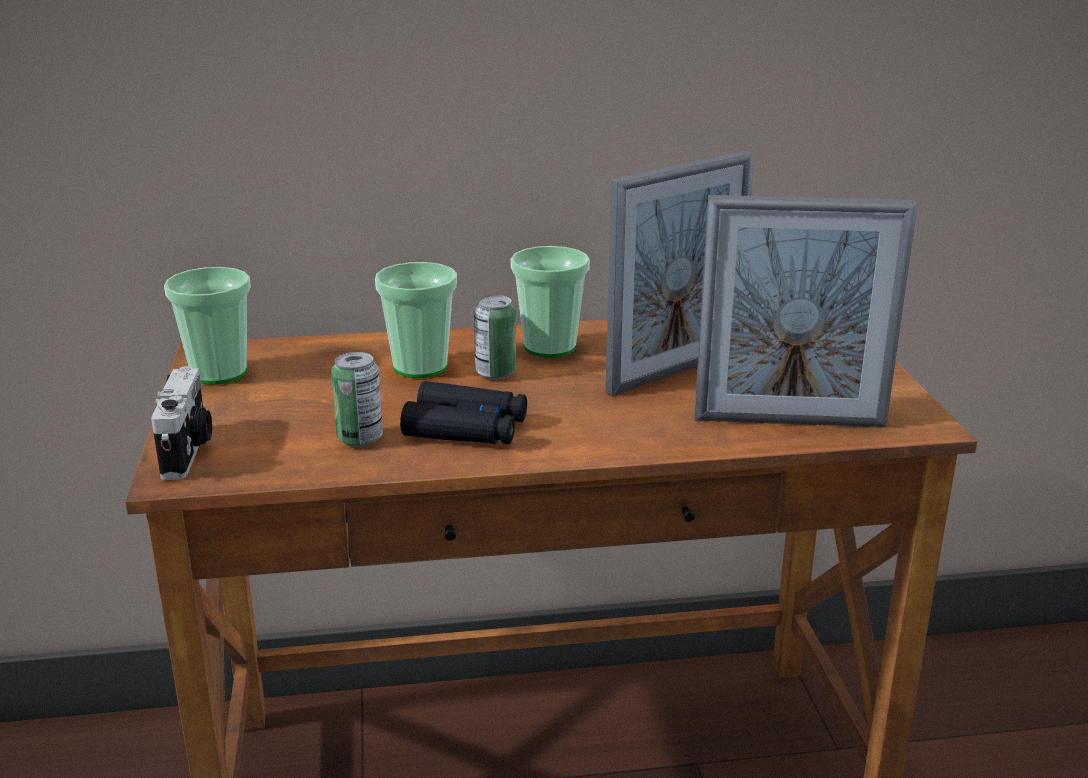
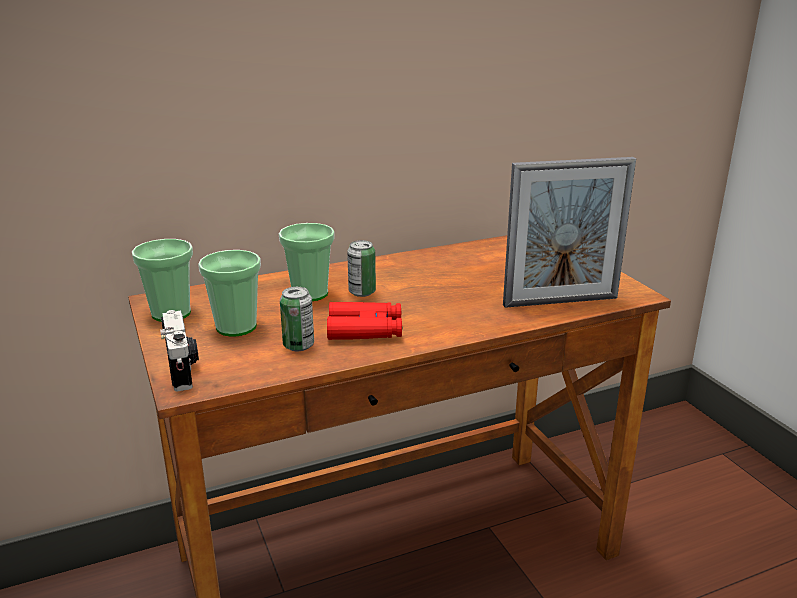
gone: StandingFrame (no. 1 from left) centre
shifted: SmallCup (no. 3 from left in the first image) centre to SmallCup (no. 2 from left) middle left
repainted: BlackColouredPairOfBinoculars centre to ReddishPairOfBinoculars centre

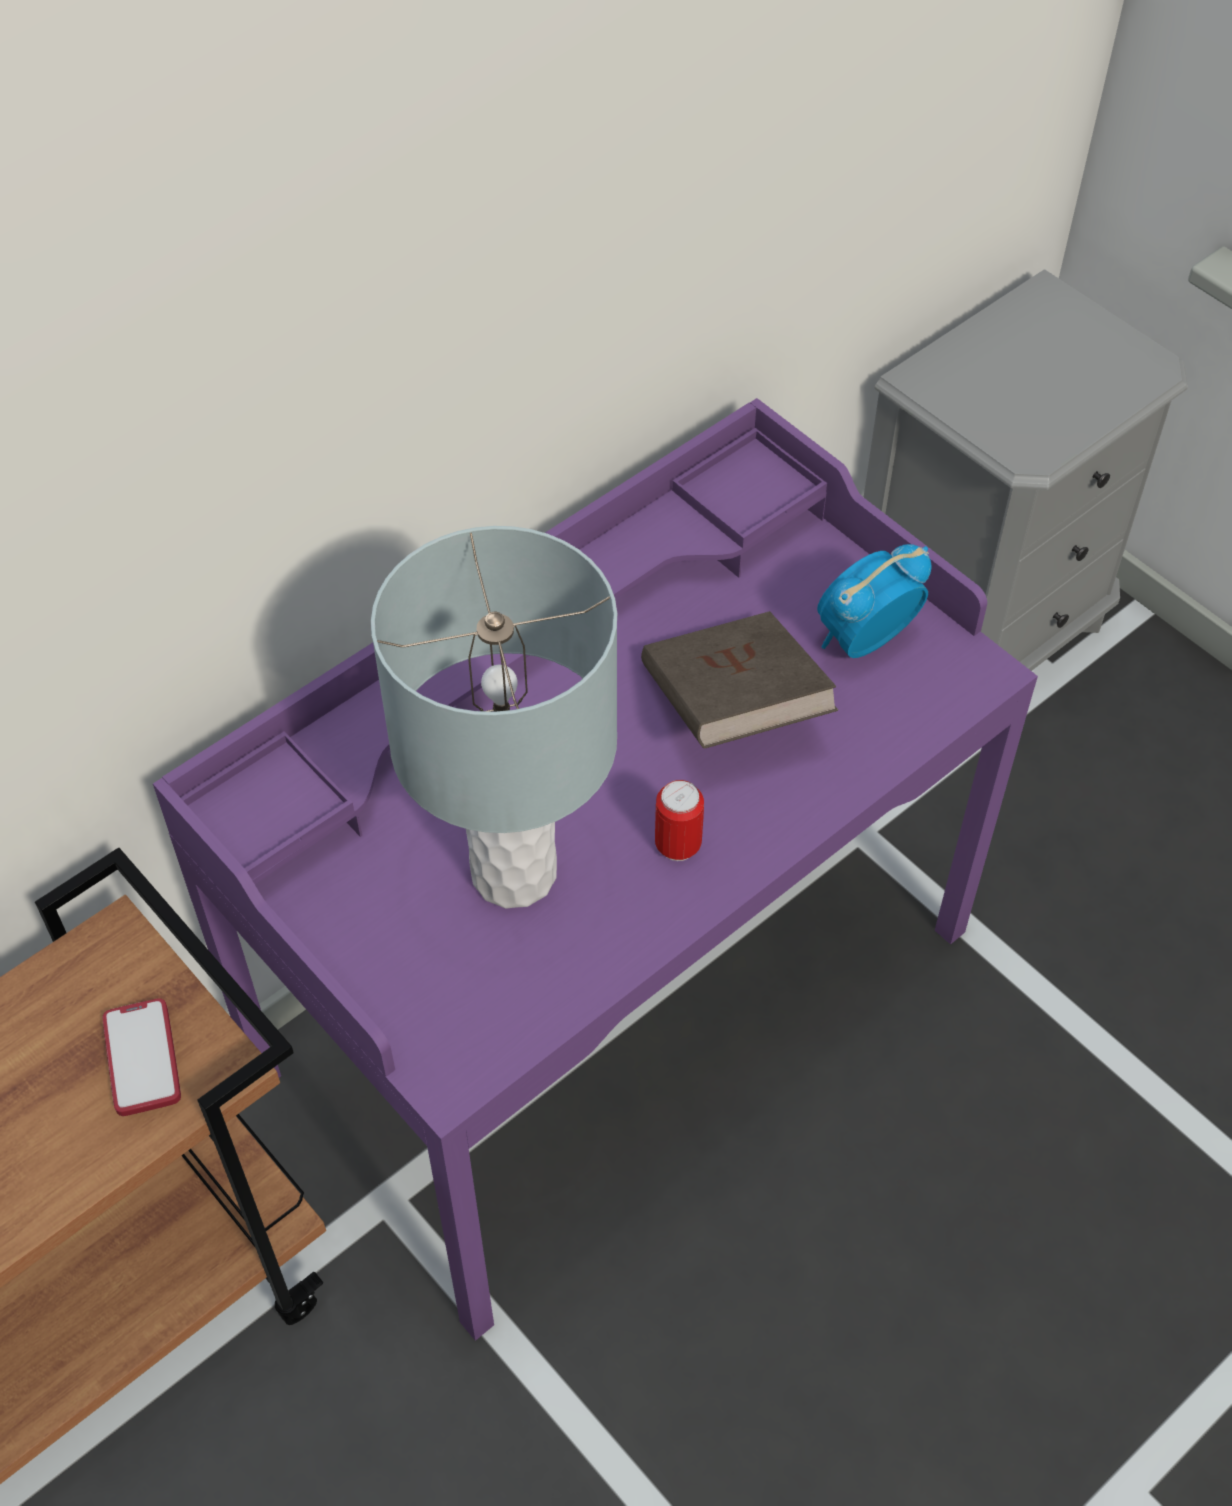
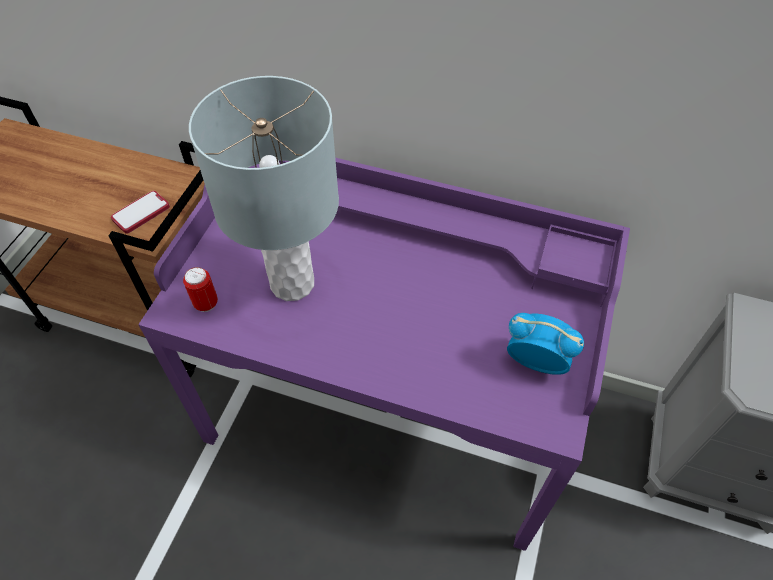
gone: BrownishBoundBook centre
shifted: MetalCan centre to middle left

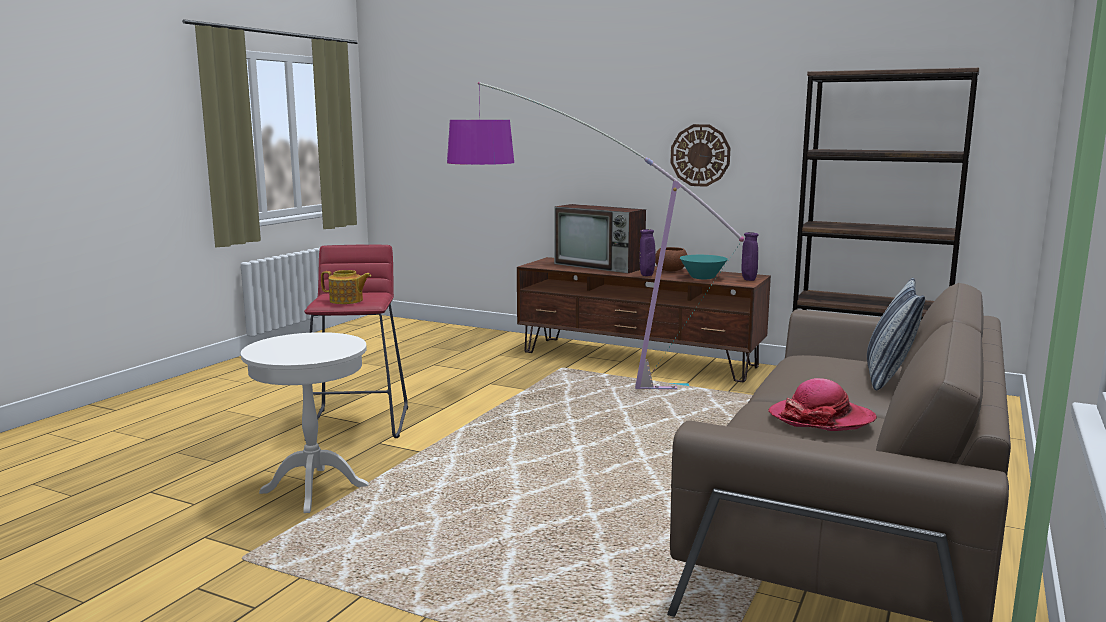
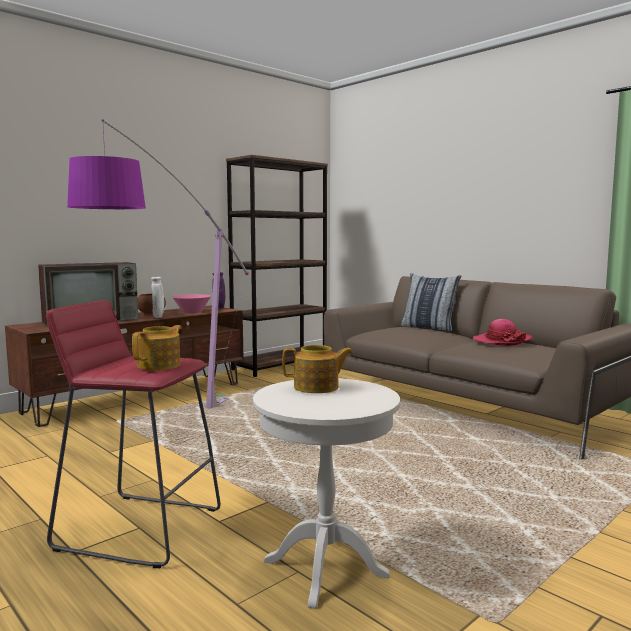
gone: WallClock top centre
new: PotForTea (no. 2 from left) centre
repainted: PurpleColouredDecorativeVase (no. 1 from left) centre to WhiteColouredDecorativeVase middle left; BlueGreenServingBowl centre to PinkServingBowl middle left

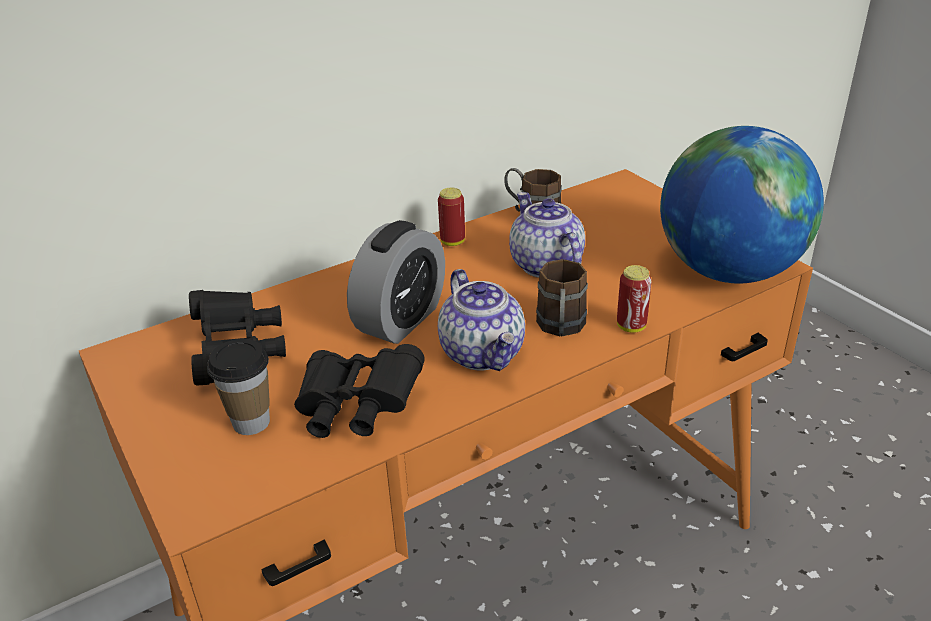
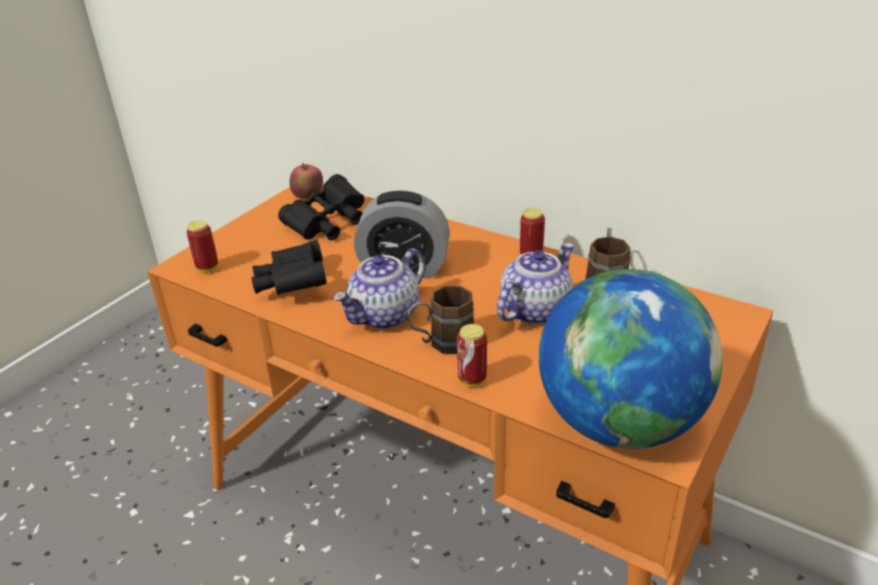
gone: SmallCup middle left
new: MetalCan (no. 1 from left) middle left; WholeApple top centre

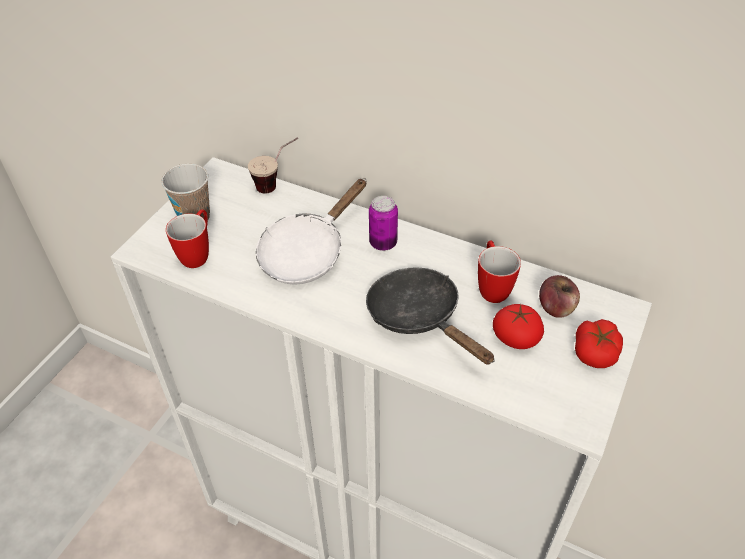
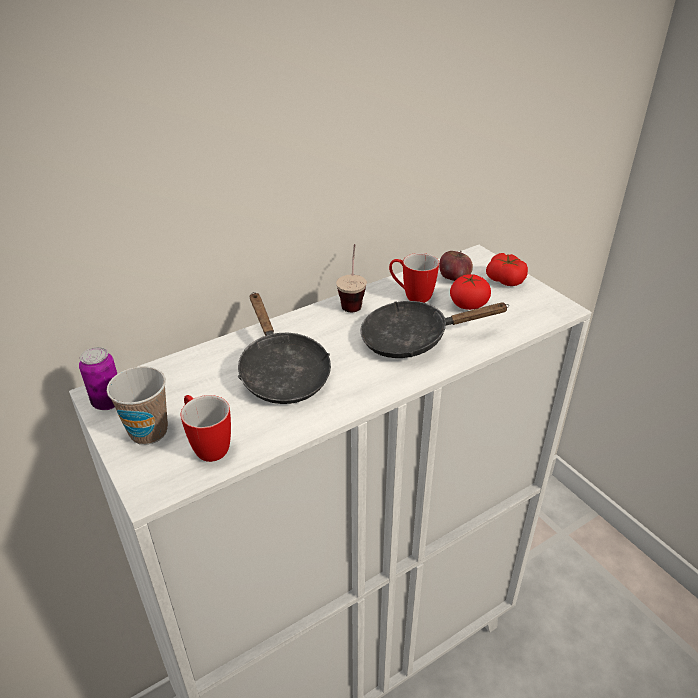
shifted: SmallCup (no. 2 from left) top centre to centre; MetalCan centre to middle left
repainted: WhiteColouredFryingPan centre to BlackColouredFryingPan (no. 1 from left) centre

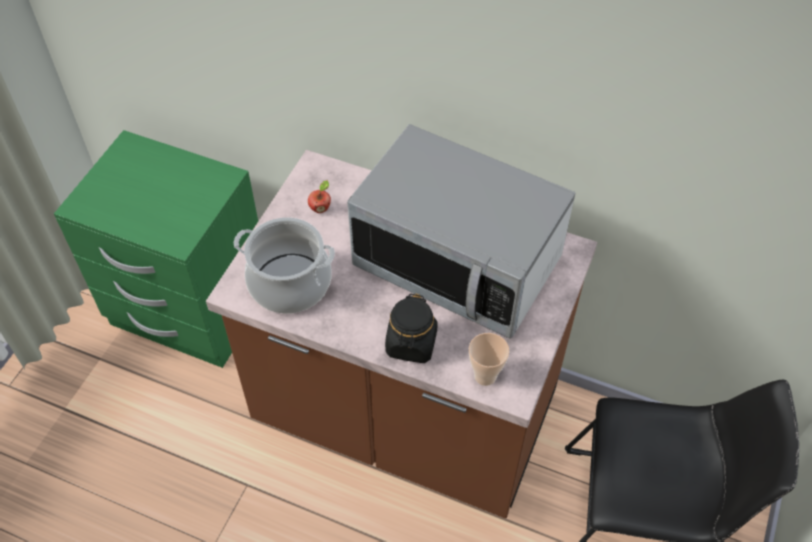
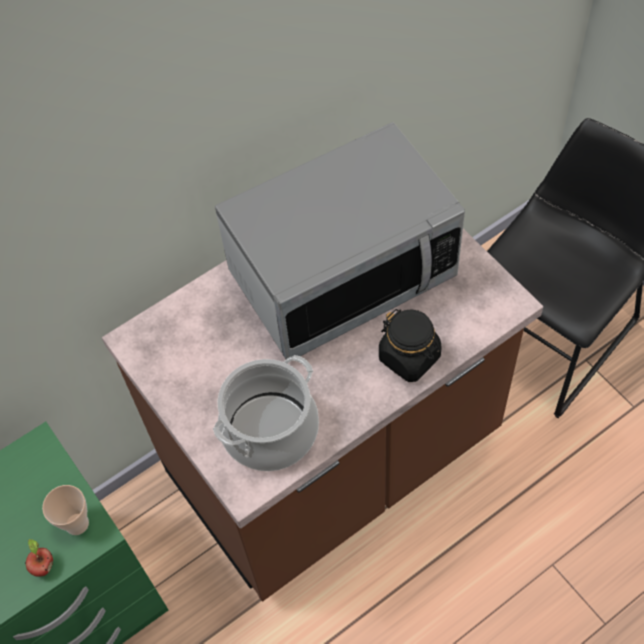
shifted: WholeApple centre to bottom left; SmallCup centre to bottom left

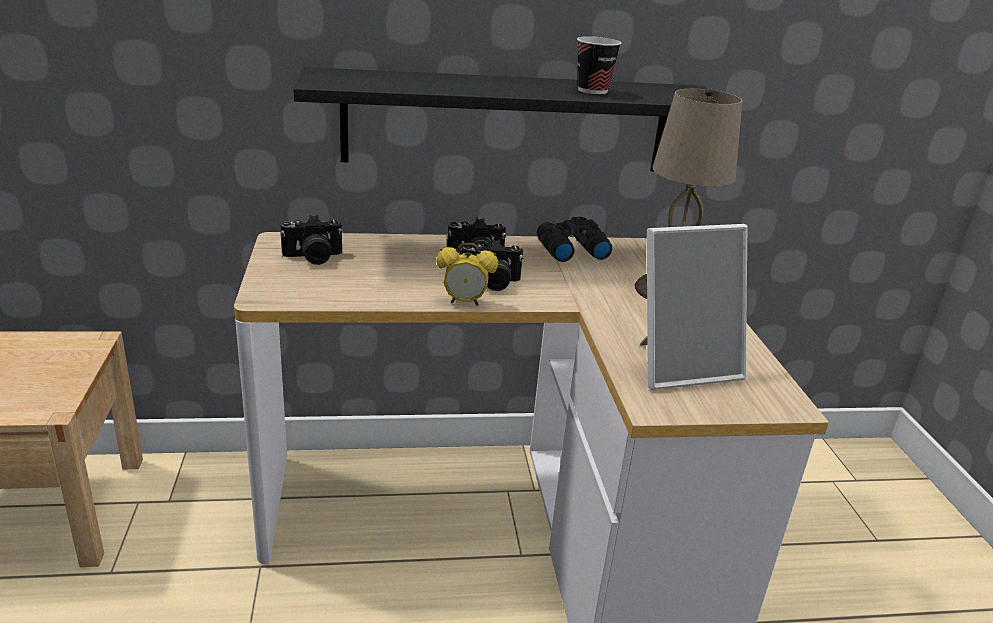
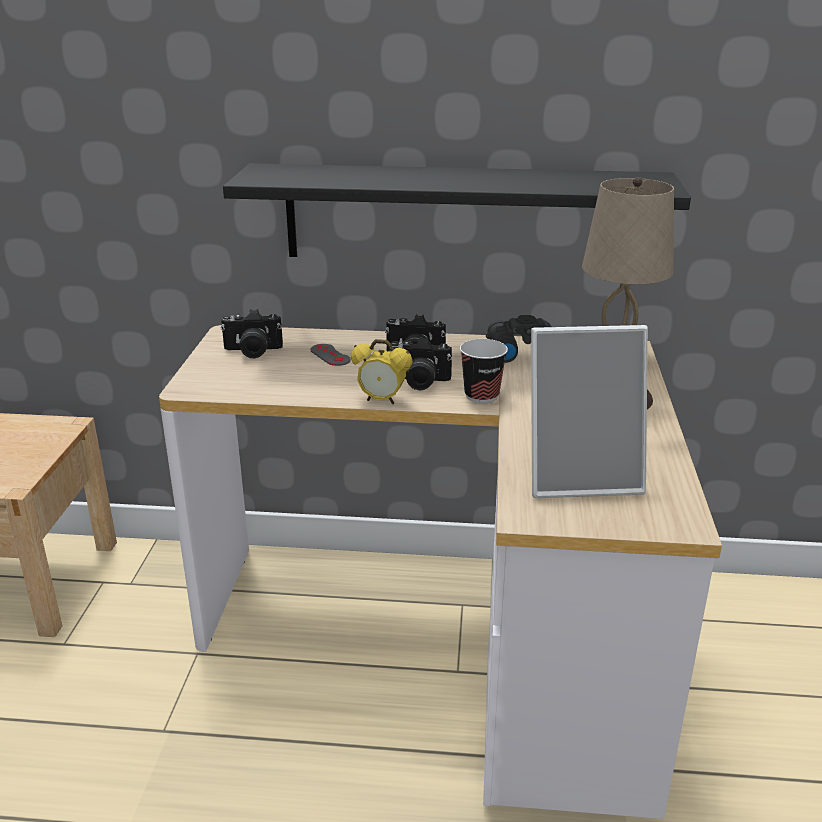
new: GreyishGameController centre
shifted: SmallCup top centre to centre

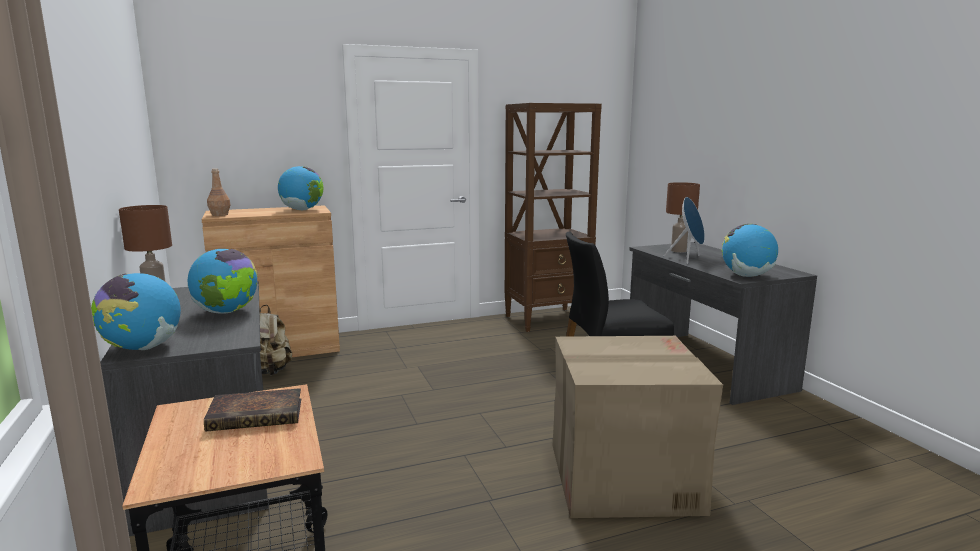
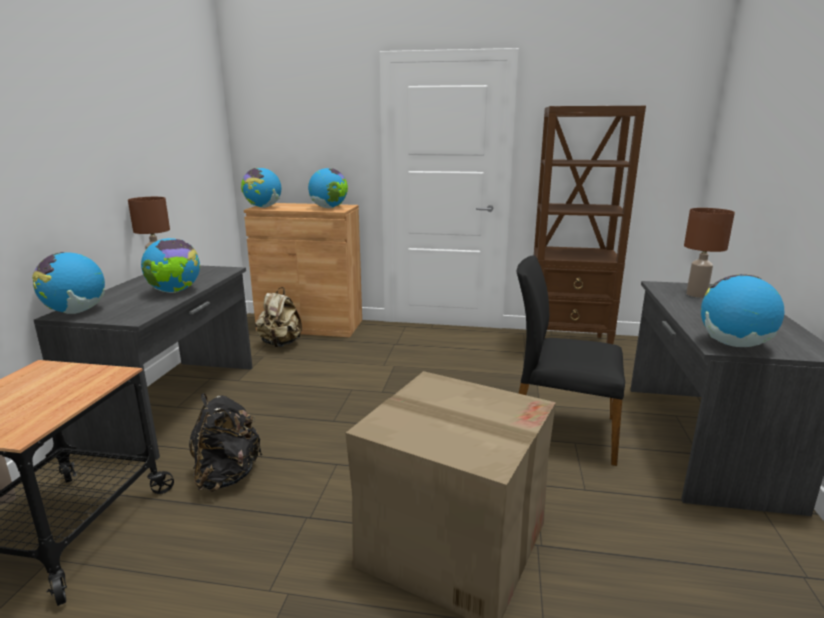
gone: BoundBook bottom left; BlueColouredSpeaker middle right
new: BlackColouredBackpack bottom left
swapped: BrownishBeverageBottle middle left to DeskGlobe (no. 3 from left) top left

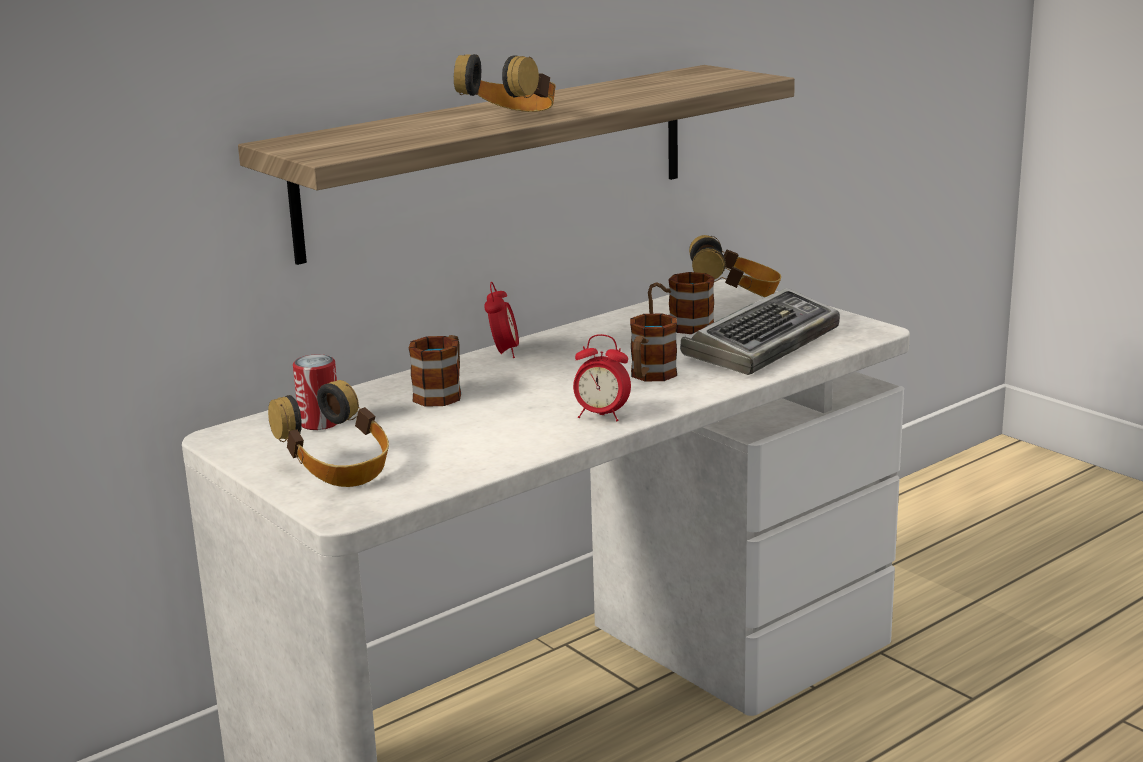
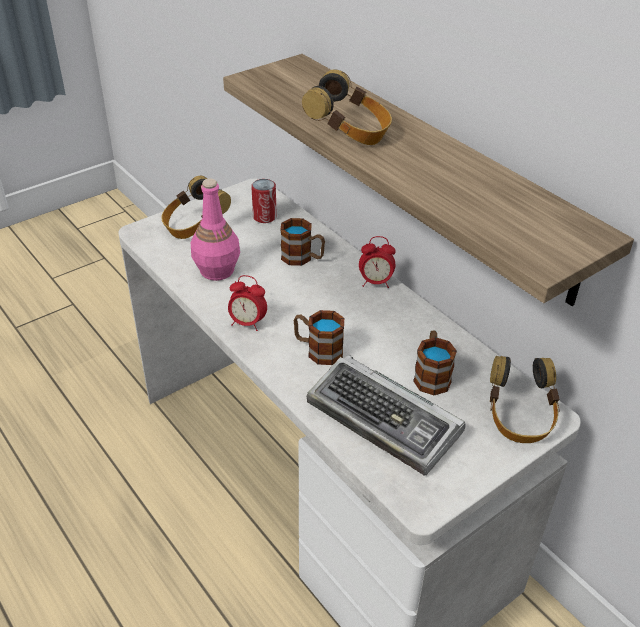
new: PinkBeverageBottle centre
rotated: AlarmClock (no. 2 from left in the first image) centre = centre 90 degrees counterclockwise

